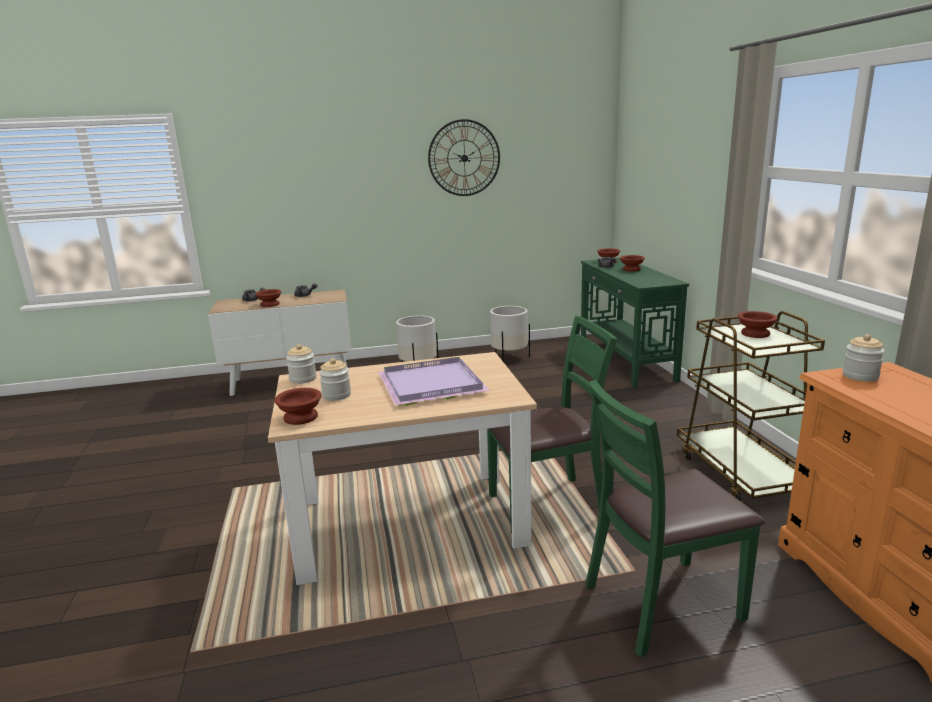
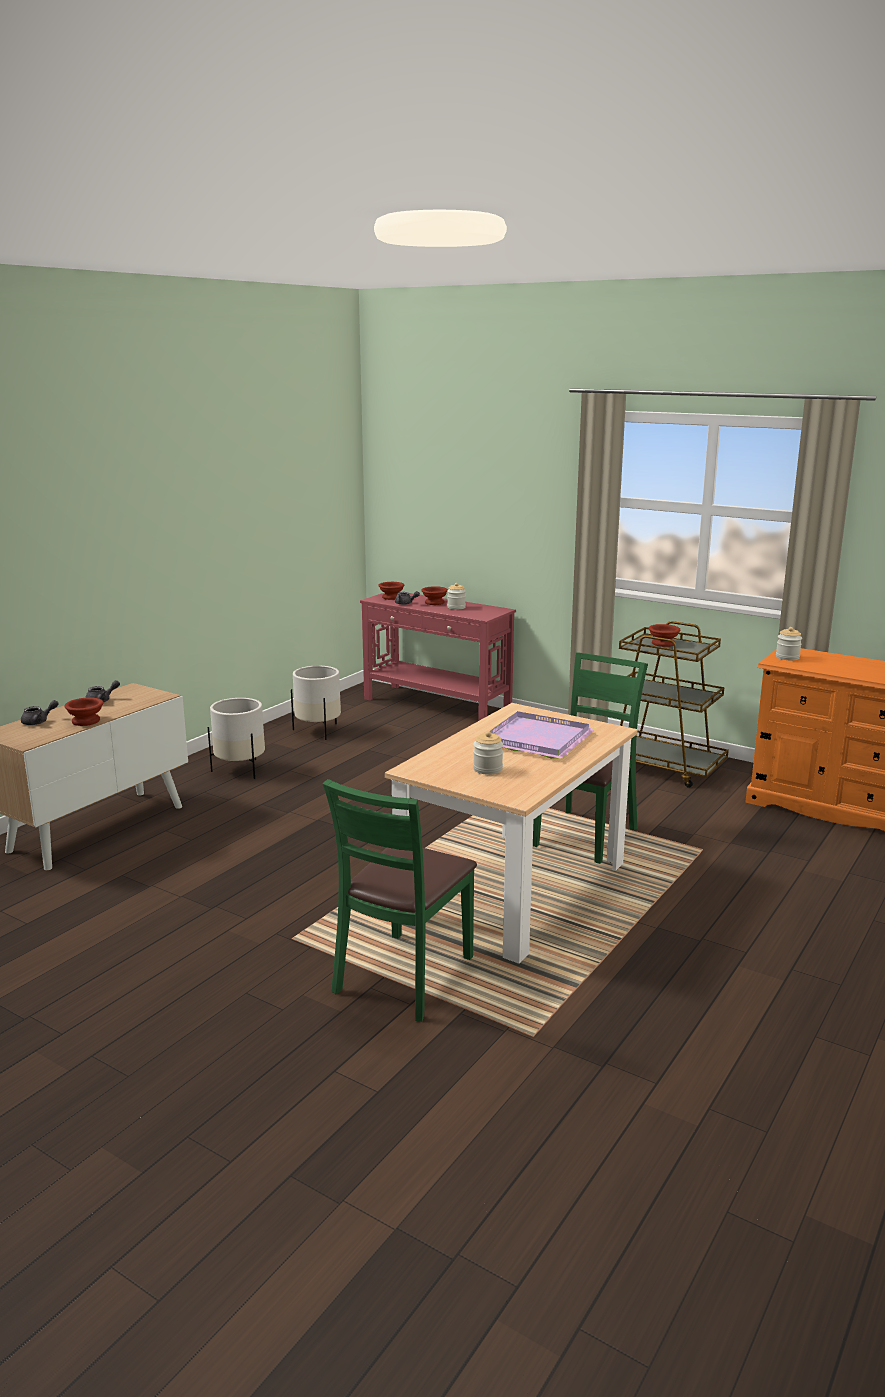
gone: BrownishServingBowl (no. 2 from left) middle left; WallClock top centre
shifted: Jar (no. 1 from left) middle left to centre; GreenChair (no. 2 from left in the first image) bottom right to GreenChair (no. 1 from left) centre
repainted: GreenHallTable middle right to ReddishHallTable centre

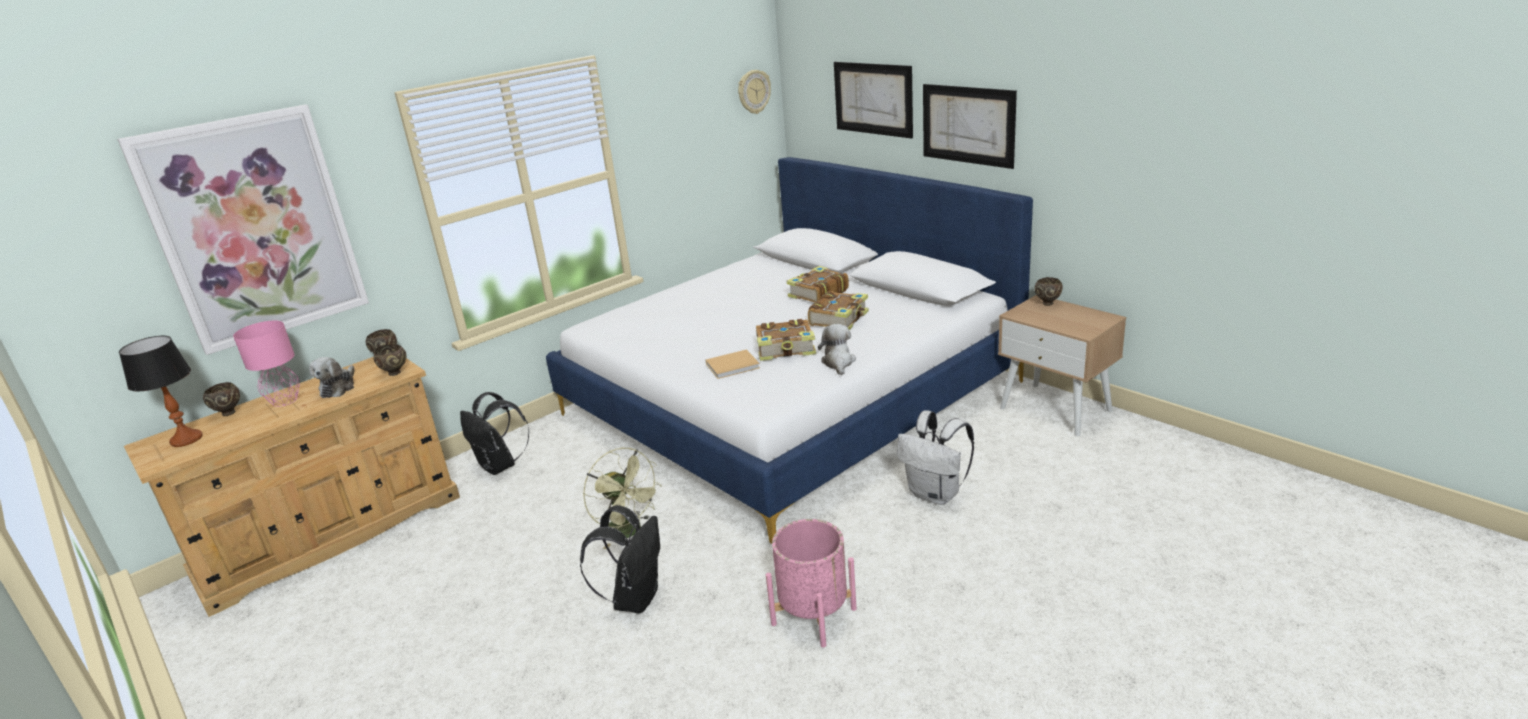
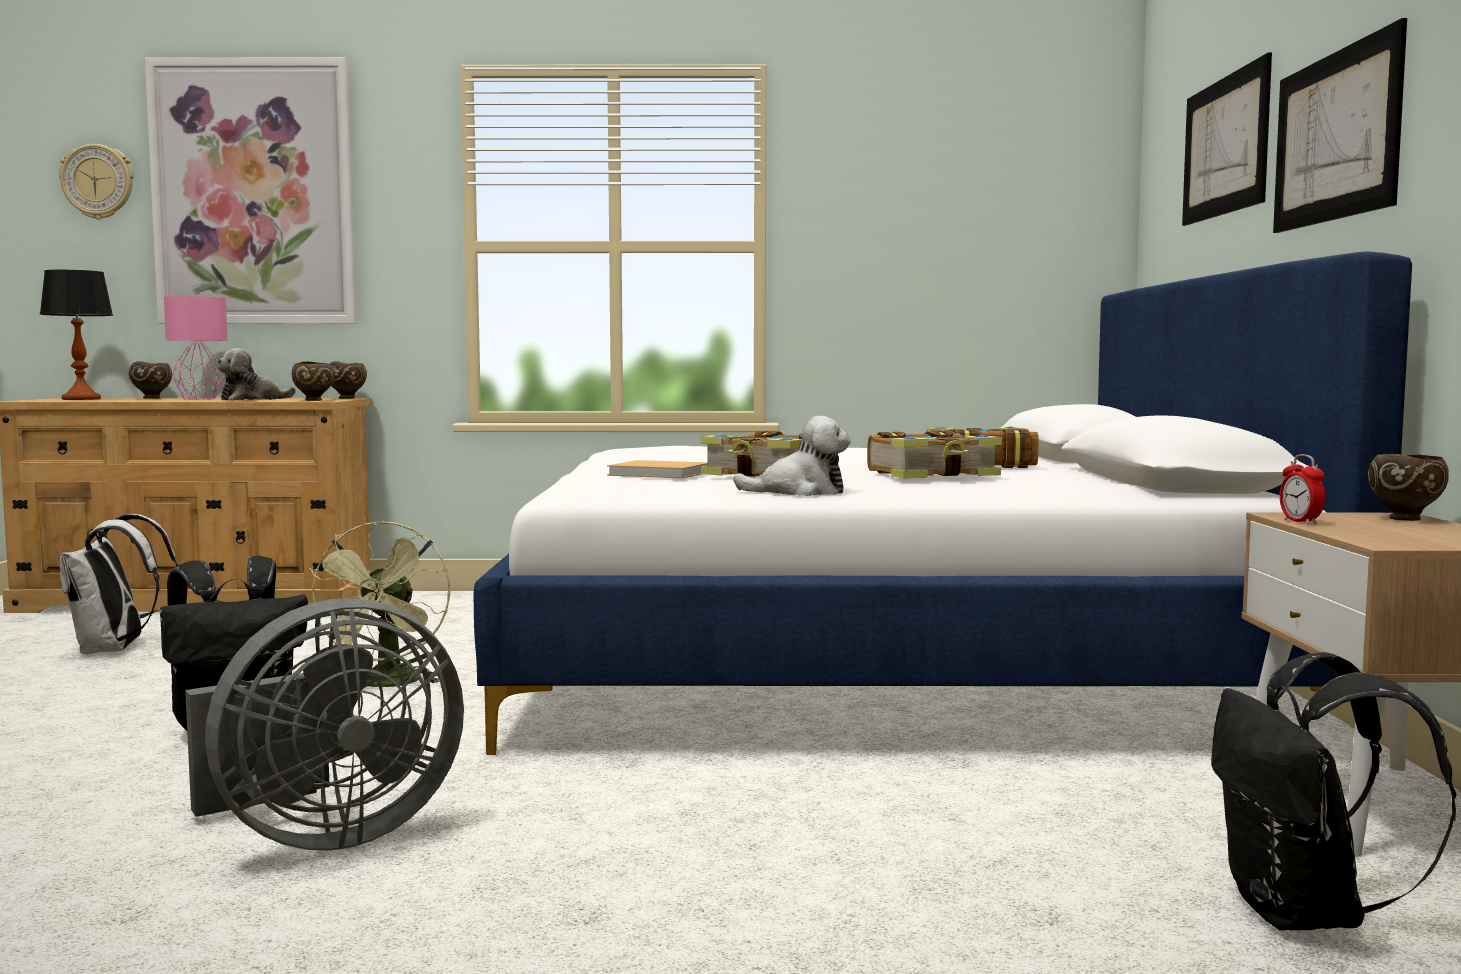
new: AlarmClock middle right
shifted: BlackColouredBackpack (no. 1 from left in the first image) middle left to BlackColouredBackpack (no. 2 from left) bottom right; WallClock top centre to top left; WhiteColouredBackpack centre to middle left
swapped: PinkPlanter bottom centre to GreyishCoolingFan bottom left
rotated: SoftToy (no. 2 from left) centre = centre 45 degrees clockwise

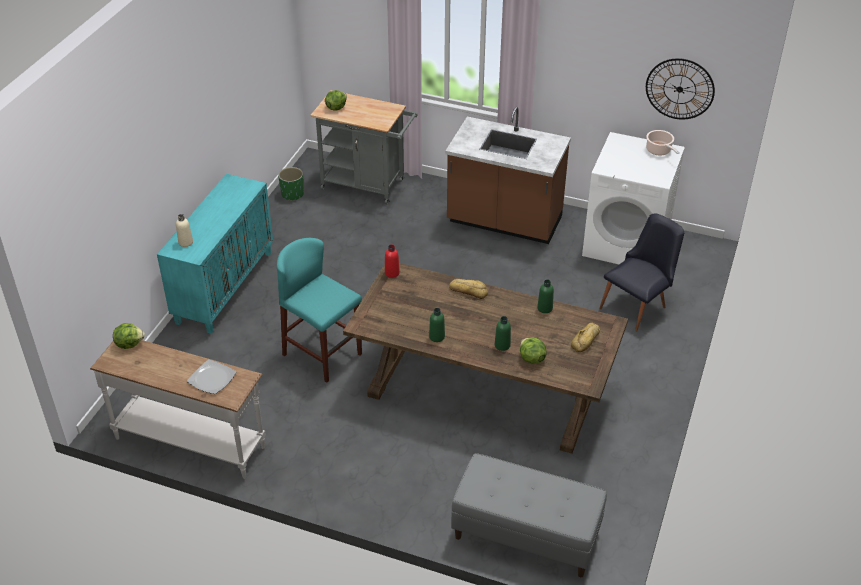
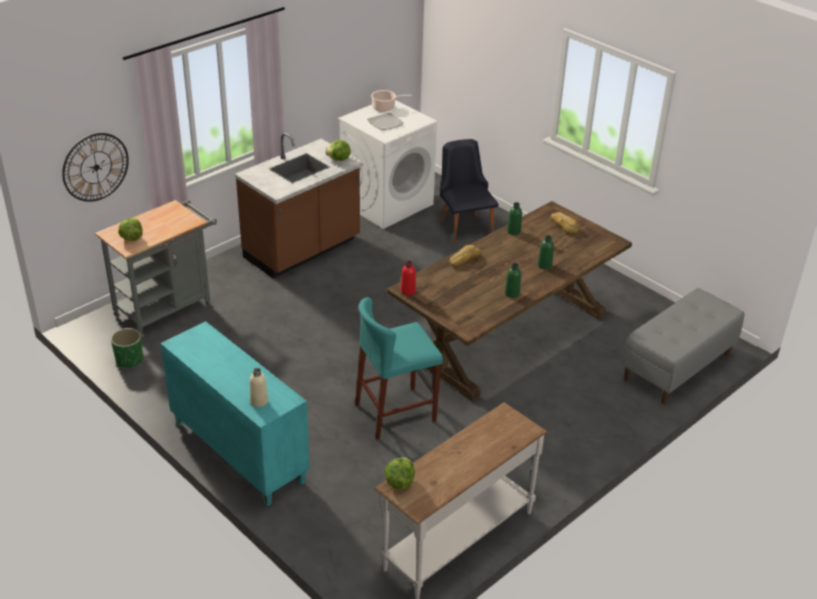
shifted: Plate middle left to top centre; HeadOfLettuce (no. 3 from left in the first image) centre to HeadOfLettuce (no. 2 from left) top centre; WallClock top right to top left

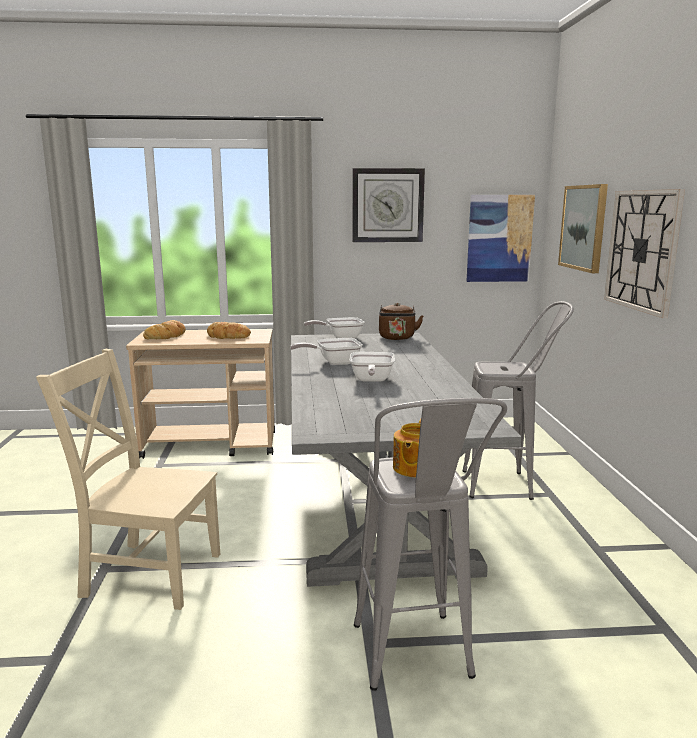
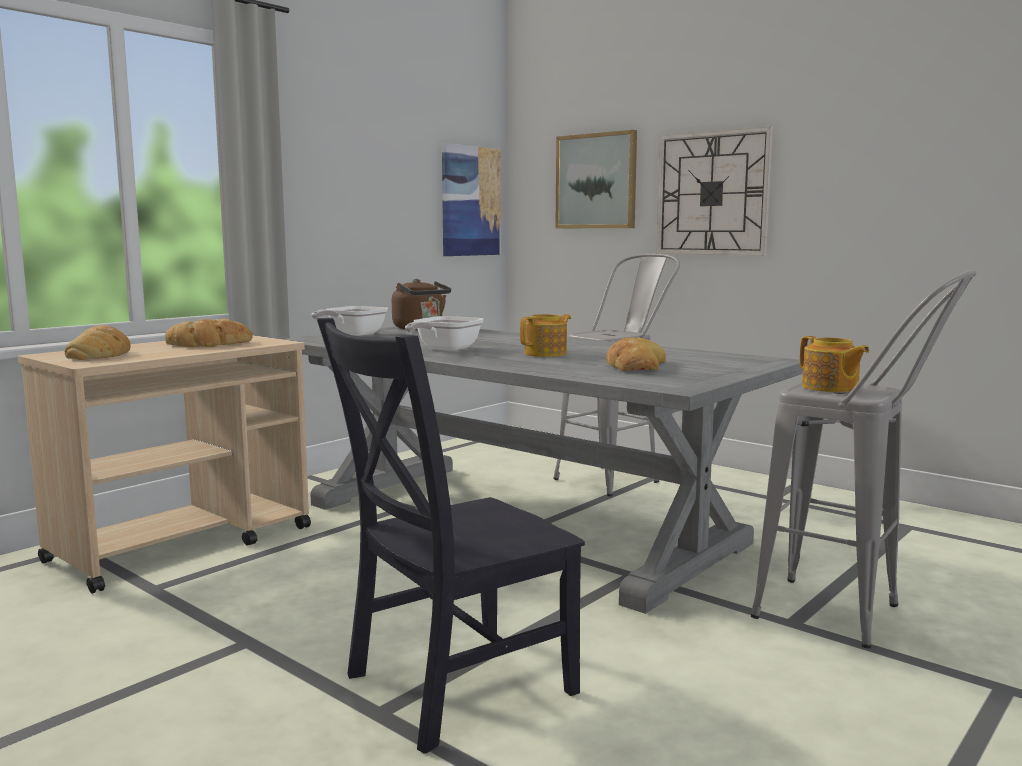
gone: WallClock (no. 1 from left) top centre
new: BakedBread (no. 3 from left) centre
swapped: FryingPan (no. 3 from left) centre to PotForTea (no. 1 from left) centre
repainted: BeigeColouredChair middle left to BlackColouredChair bottom centre

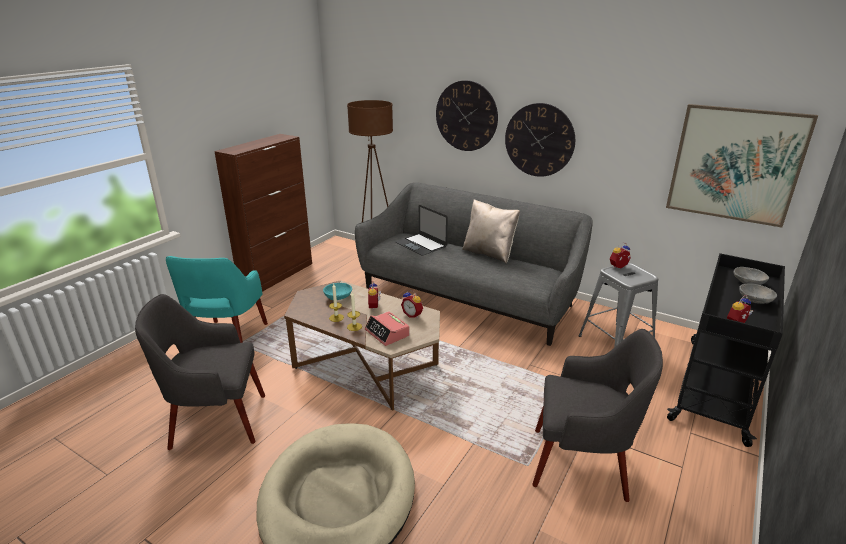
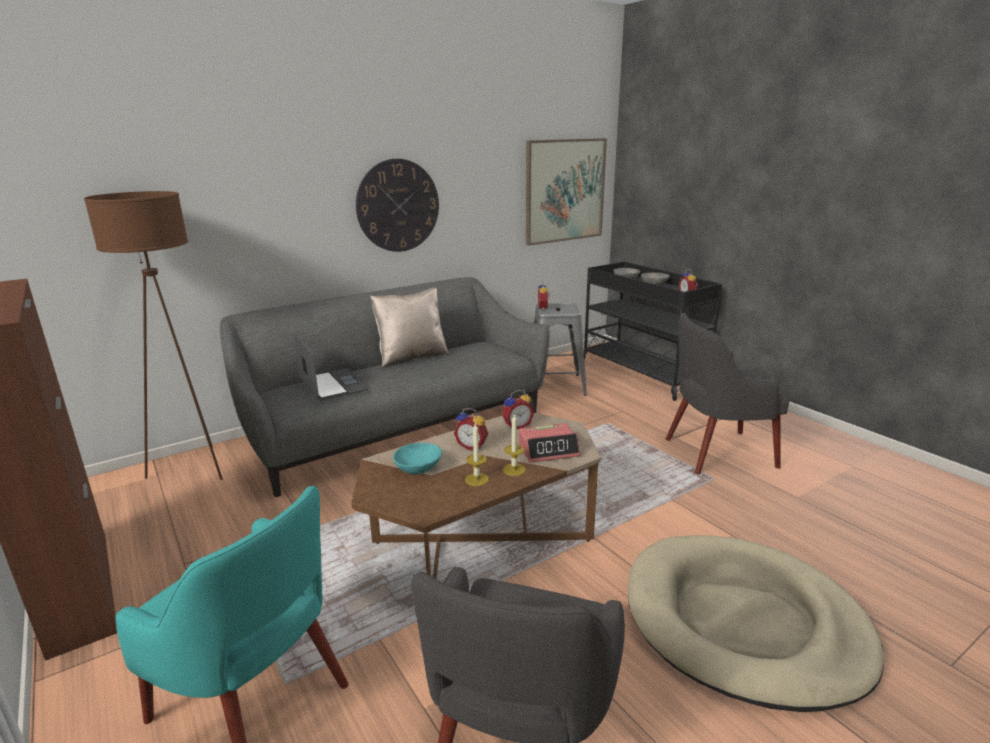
gone: WallClock (no. 1 from left) top centre
rotated: NotebookComputer centre = centre 105 degrees counterclockwise; GreyishArmchair (no. 2 from left) bottom right = middle right 135 degrees counterclockwise

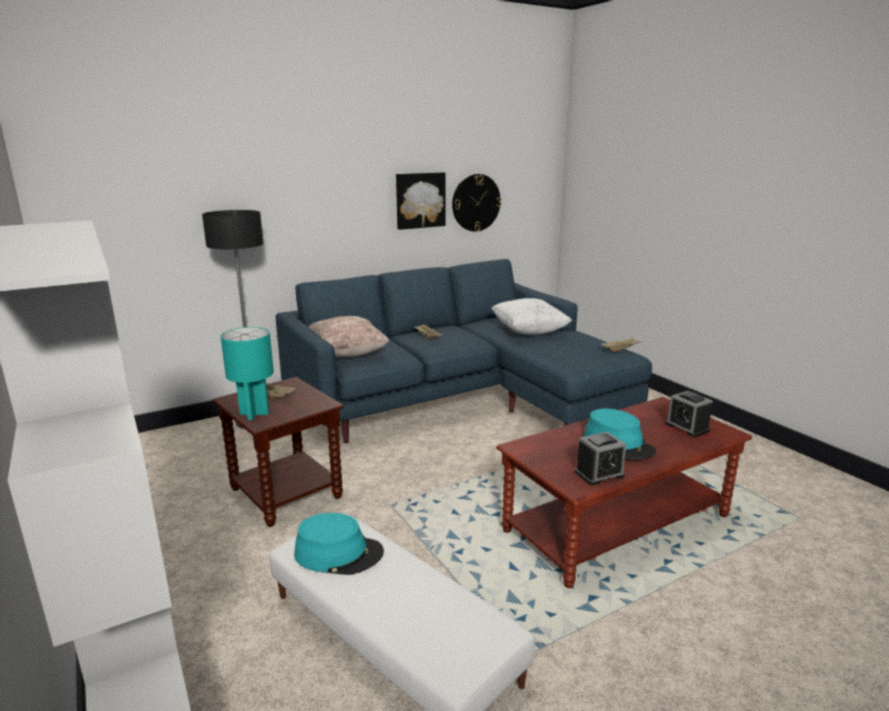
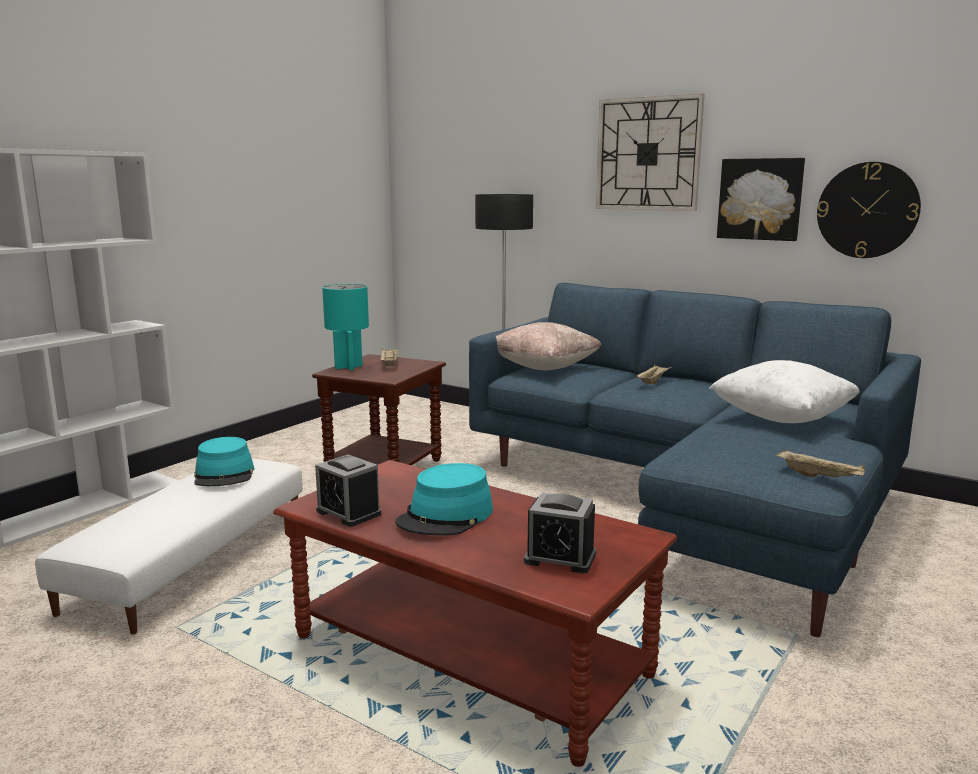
new: WallClock (no. 1 from left) top centre
rotated: AlarmClock (no. 2 from left) middle right = bottom centre 105 degrees counterclockwise

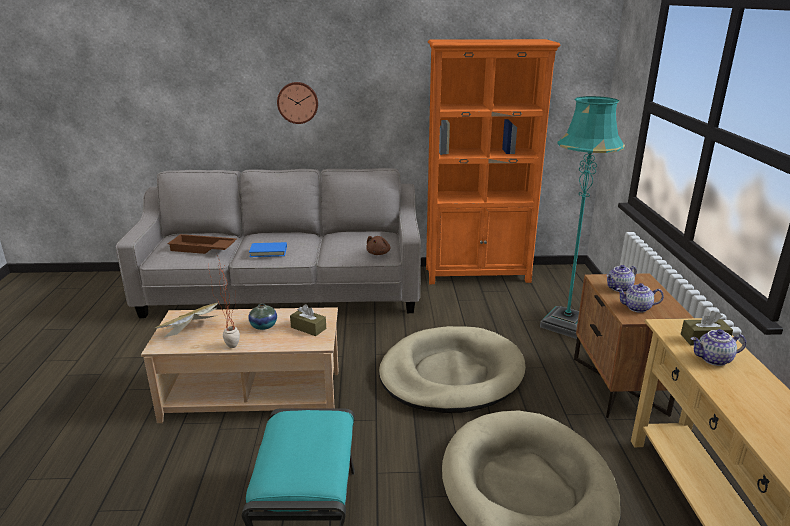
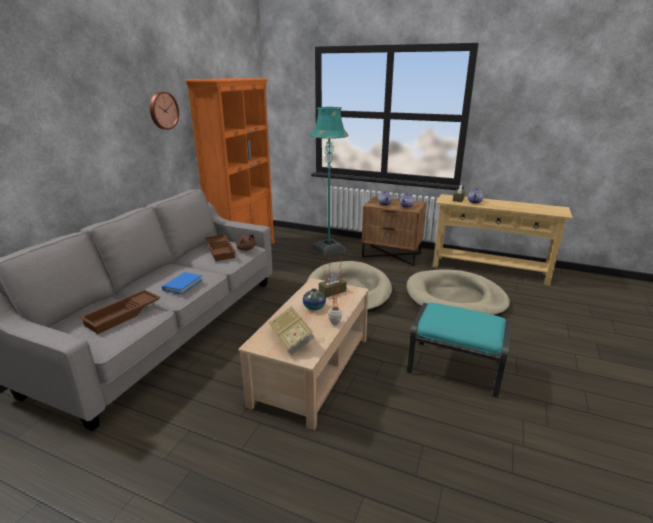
new: BrownishTray (no. 2 from left) centre
shifted: WallClock top centre to top left

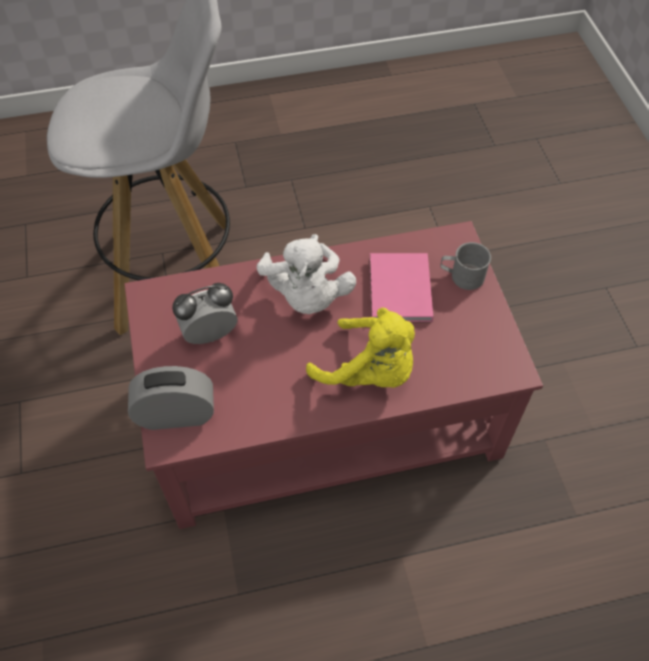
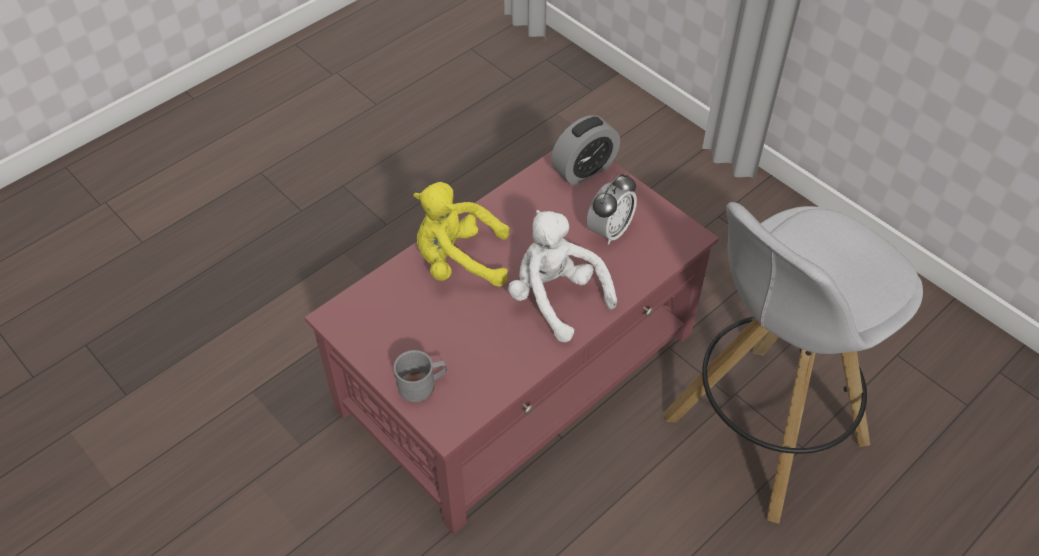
gone: PinkBoundBook centre

